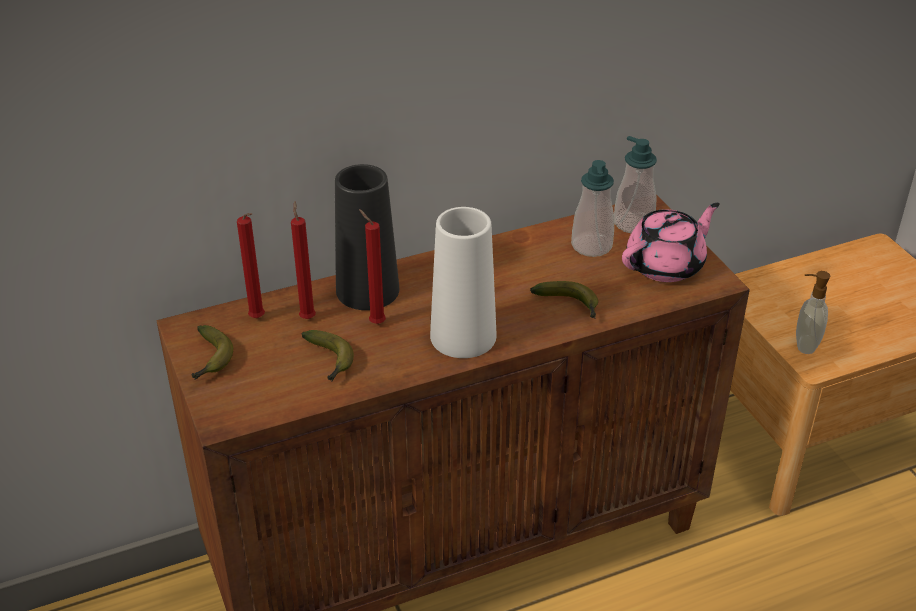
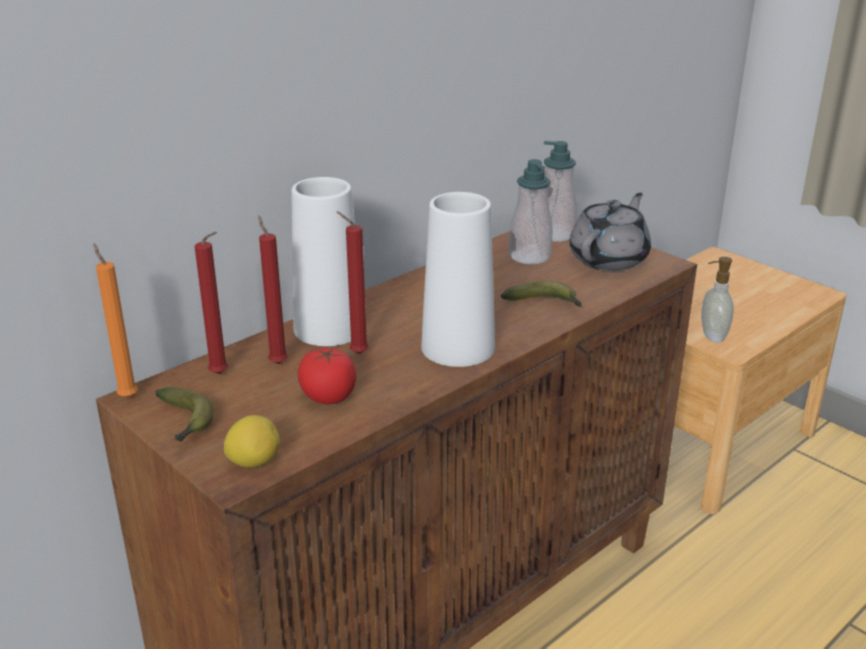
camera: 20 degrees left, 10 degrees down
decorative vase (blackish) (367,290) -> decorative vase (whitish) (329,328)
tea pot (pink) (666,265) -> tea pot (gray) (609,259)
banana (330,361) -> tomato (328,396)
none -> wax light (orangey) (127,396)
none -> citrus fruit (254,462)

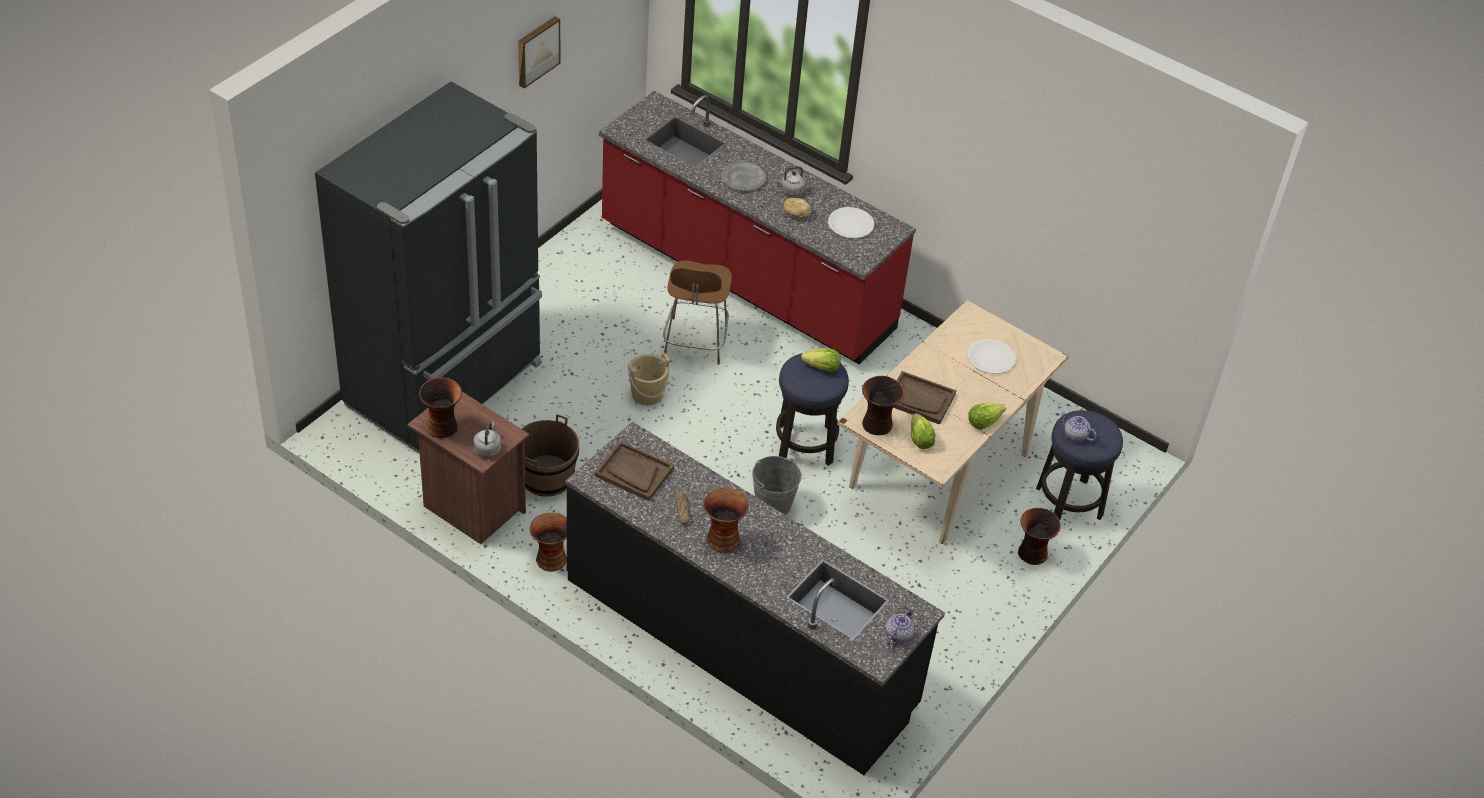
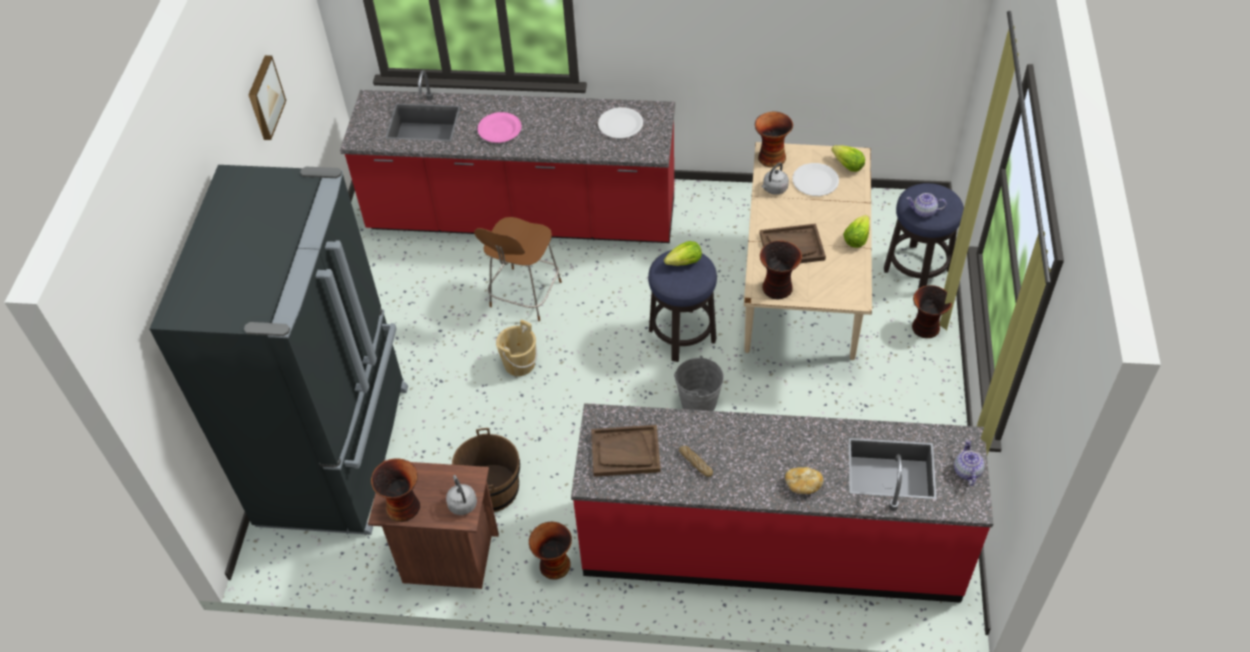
camera: 25 degrees left, 5 degrees up
flat dish (gray) (743,179) -> flat dish (pink) (500,130)
tea kettle (gray) (790,191) -> tea kettle (gray) (774,189), shifted
bread (796,213) -> bread (802,485), shifted
upright chair (brown-coloured) (695,343) -> upright chair (brown-coloured) (524,296), 45 degrees clockwise
lettuce head (919,440) -> lettuce head (847,166), shifted
counter (blackish) (740,643) -> counter (red-coloured) (771,544)
decorative vase (722,539) -> decorative vase (770,157), shifted

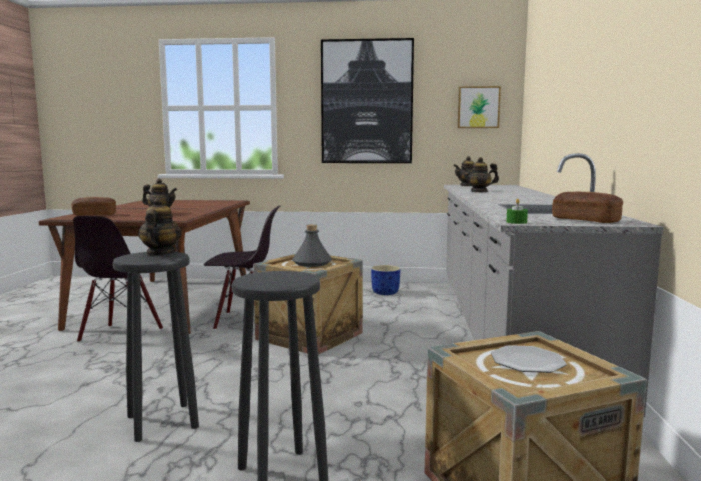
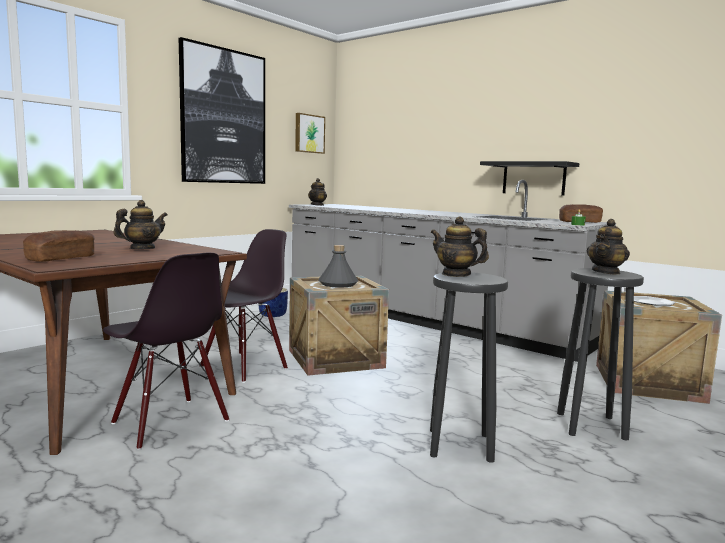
camera: 55 degrees left, 0 degrees up
tea pot (479,191) -> tea pot (606,272), shifted
none -> wall shelf (blackish) (533,178)

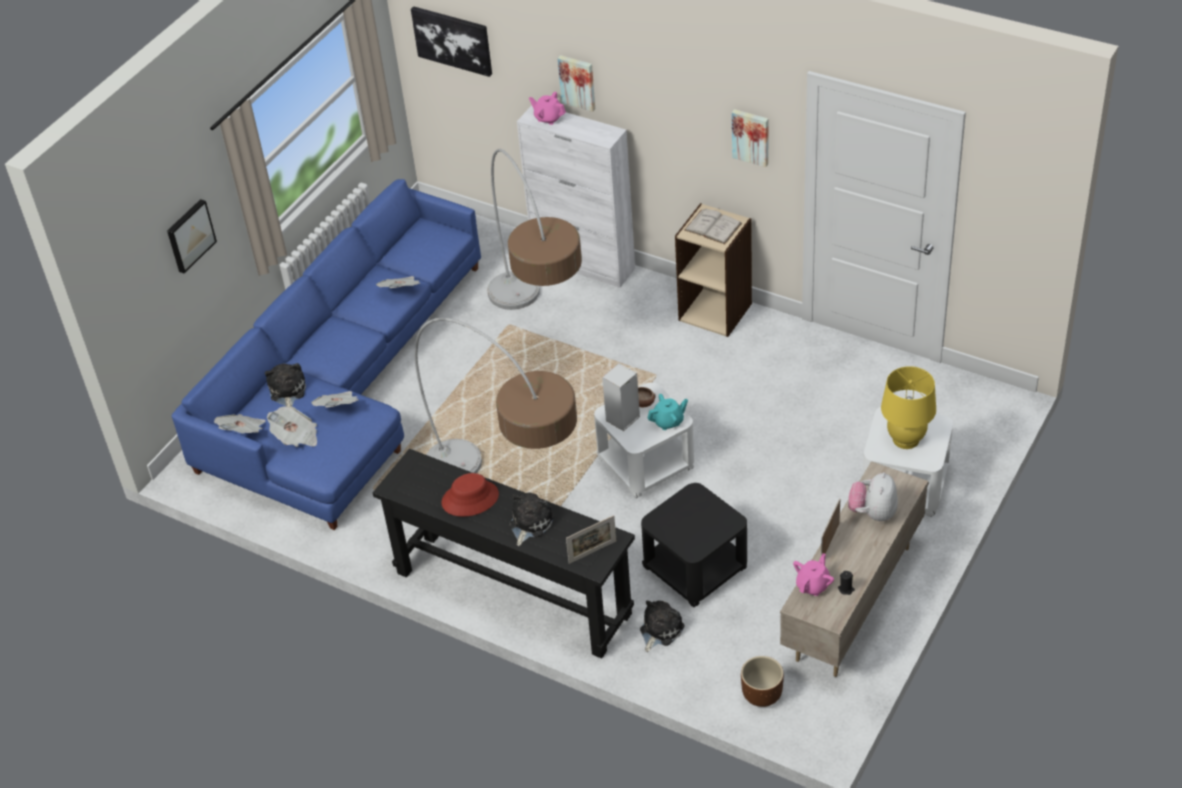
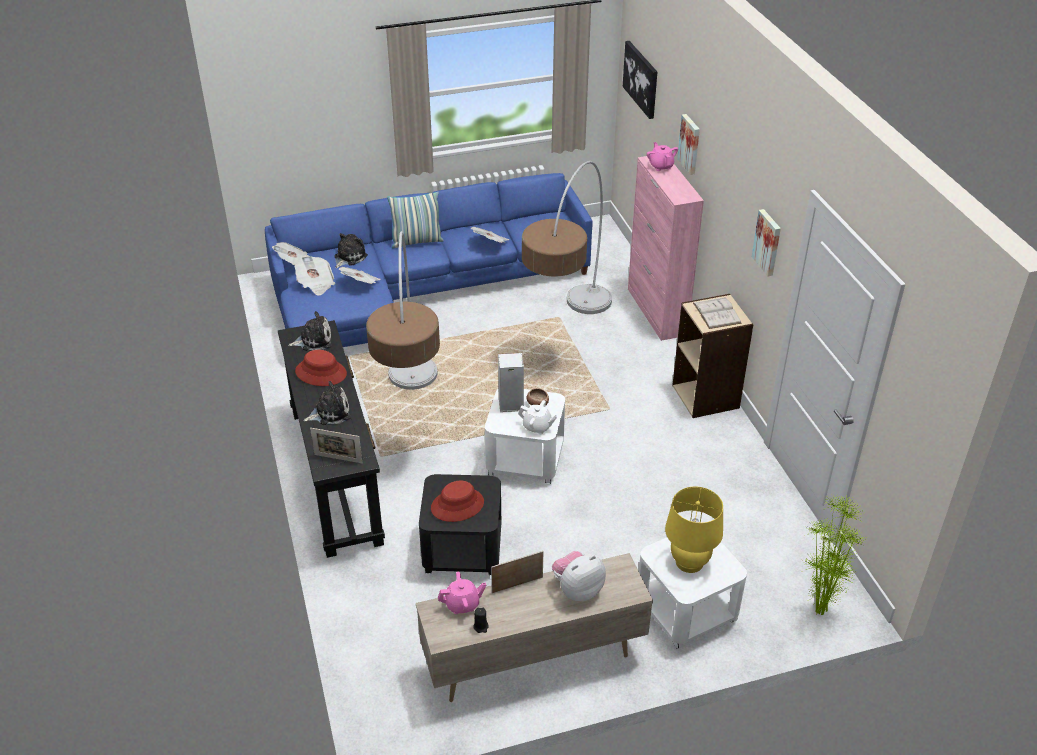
camera: 40 degrees right, 5 degrees down
storage cabinet (whitish) (584,264) -> storage cabinet (pink) (657,312)
wall art (189,235) -> none
tea pot (blue-green) (668,421) -> tea pot (whitish) (537,427)
cuddly toy (659,630) -> cuddly toy (314,340), shifted
planter (brown-coloured) (761,695) -> none
none -> cushion (416,241)
none -> hat (red-coloured) (457,505)
none -> plant in a pot (817,611)

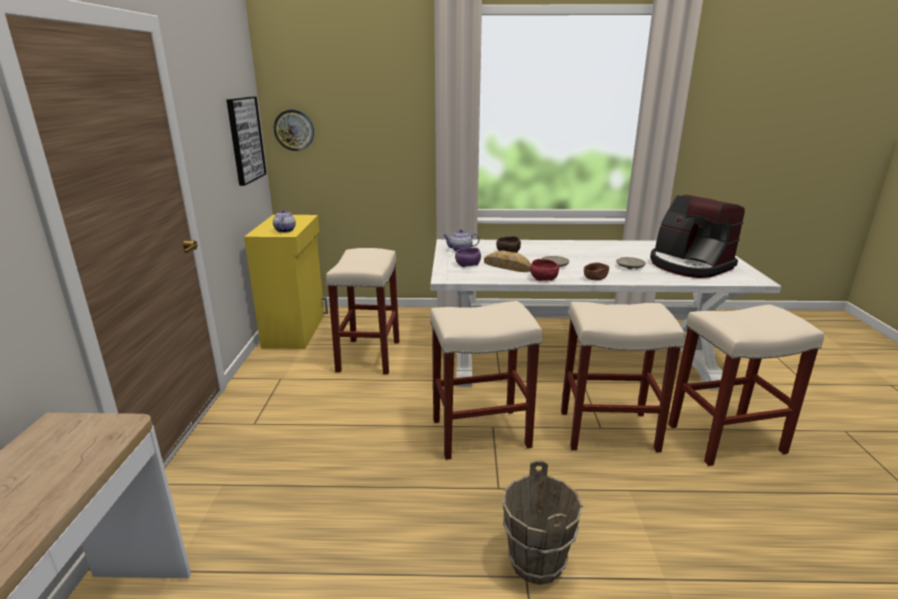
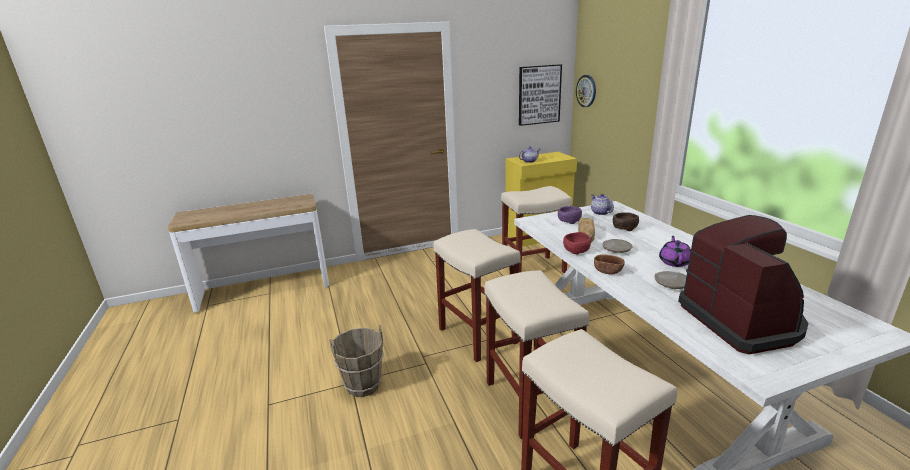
camera: 70 degrees right, 0 degrees up
coffee maker (689,265) -> coffee maker (741,320), 135 degrees clockwise
none -> tea pot (purple-coloured) (674,262)

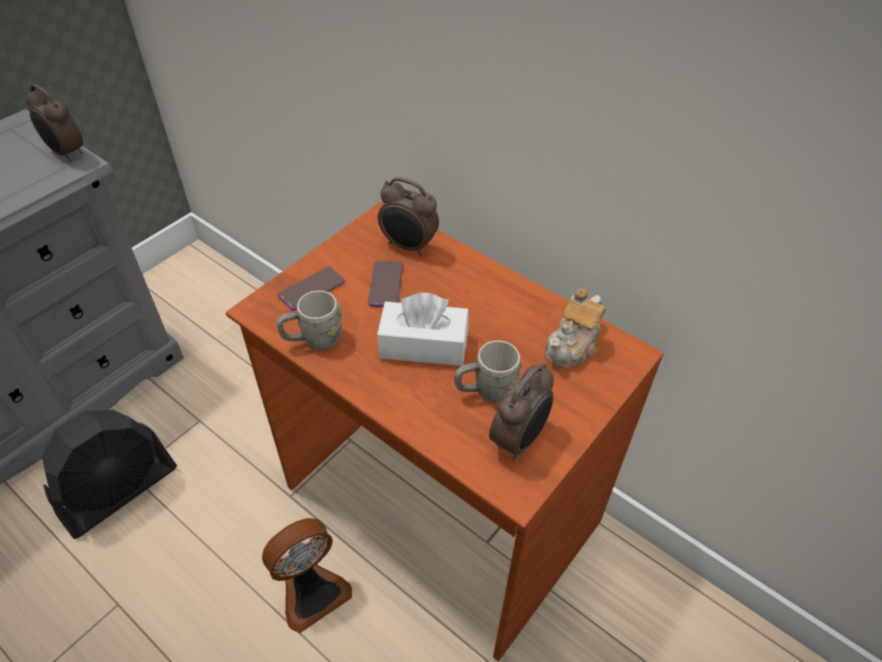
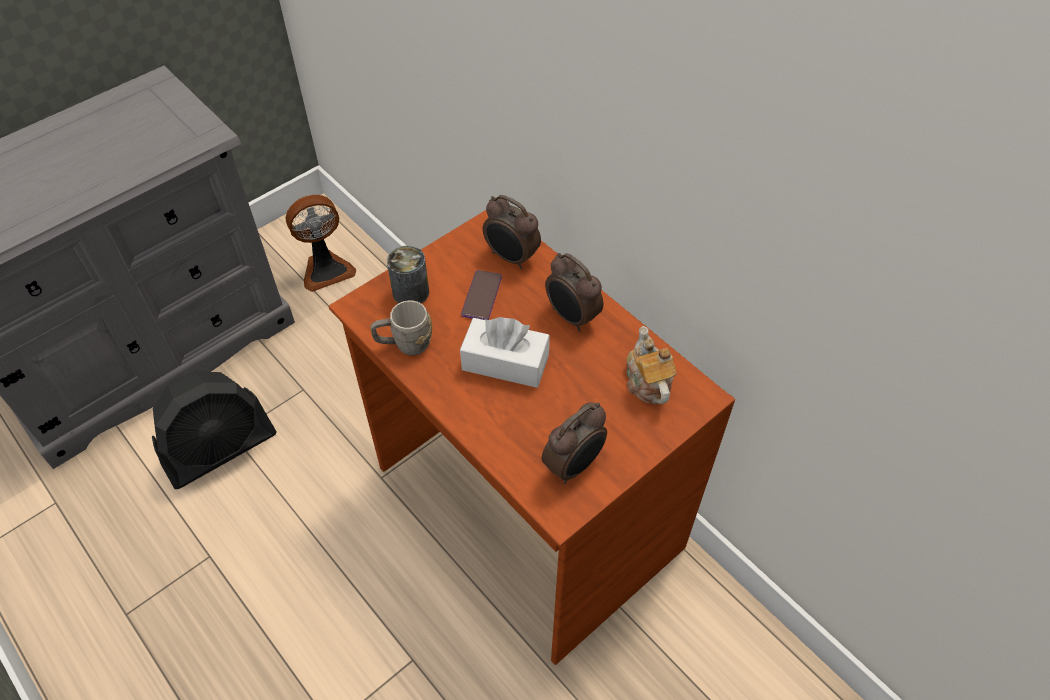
camera: 10 degrees right, 5 degrees up
table clock (66,153) -> table clock (571,317), shifted
telephone (311,289) -> metal can (411,292)
tea pot (573,346) -> tea pot (647,382), 120 degrees clockwise
tea mug (gray) (486,391) -> none
fan (311,591) -> fan (326,269), shifted

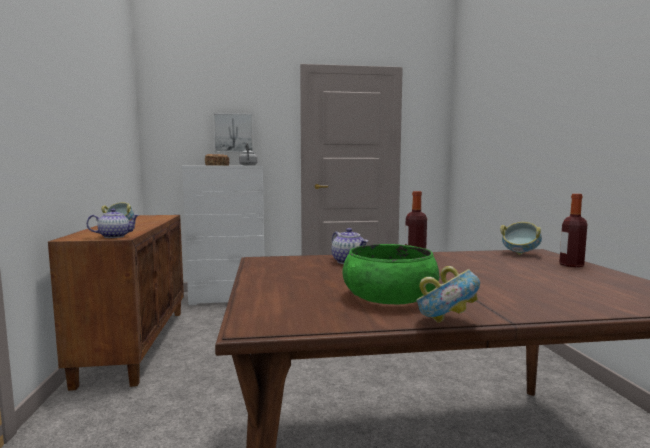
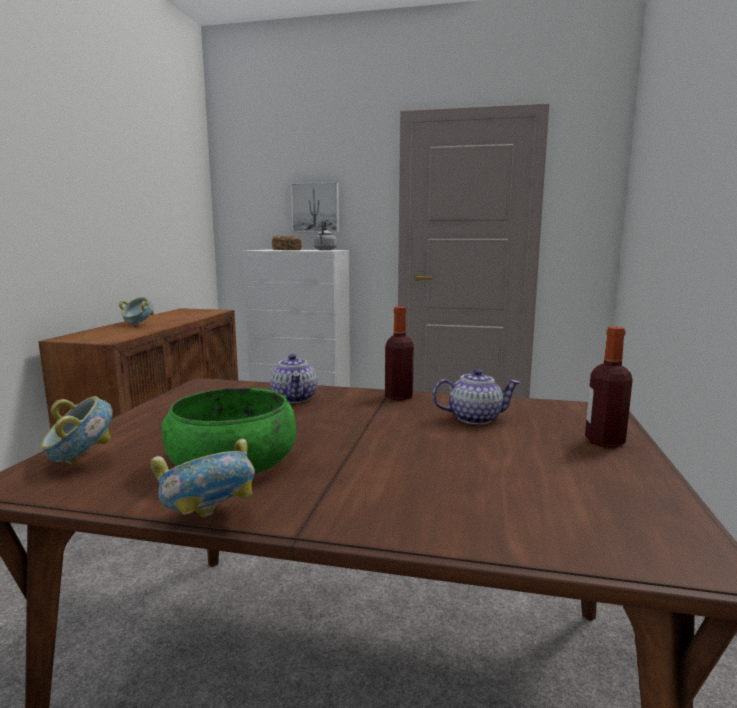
camera: 20 degrees right, 5 degrees up
tea pot (115,236) -> tea pot (475,418), shifted
deep dish (520,254) -> deep dish (81,461), shifted

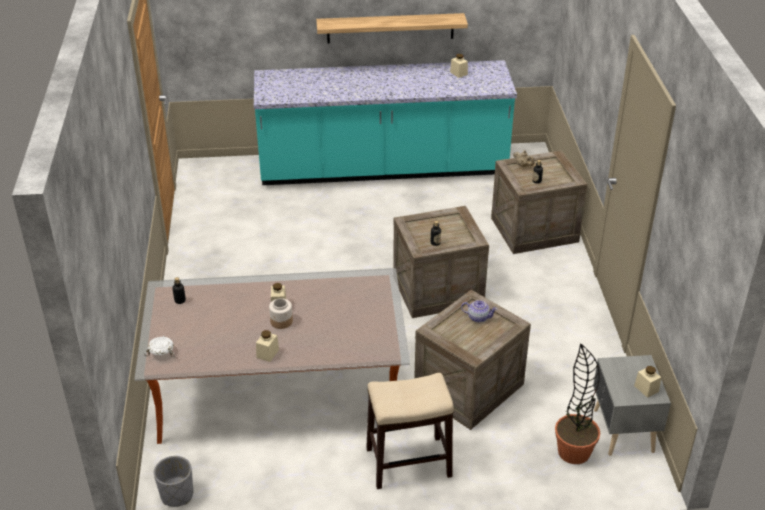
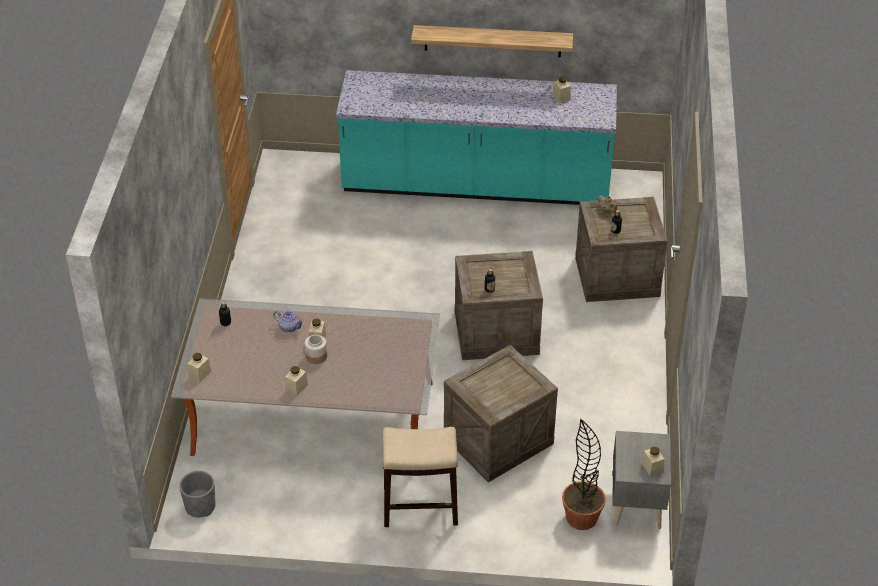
camera: 10 degrees right, 5 degrees up
tea pot (478,317) -> tea pot (289,327), shifted
deep dish (whitish) (162,353) -> jar (sand-coloured) (199,374)

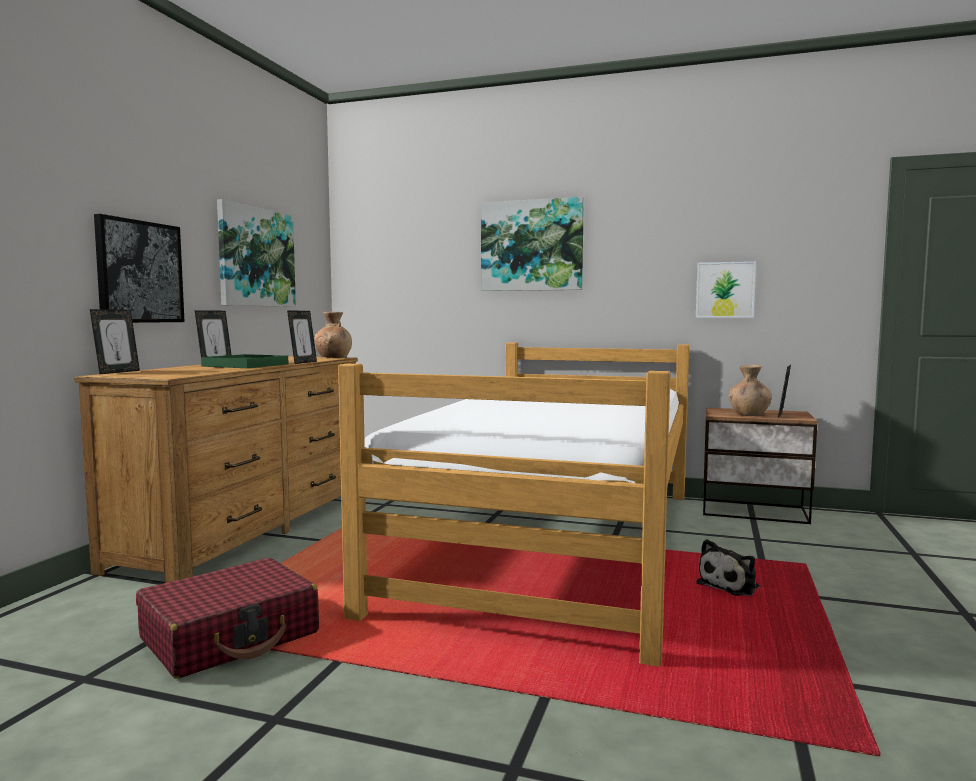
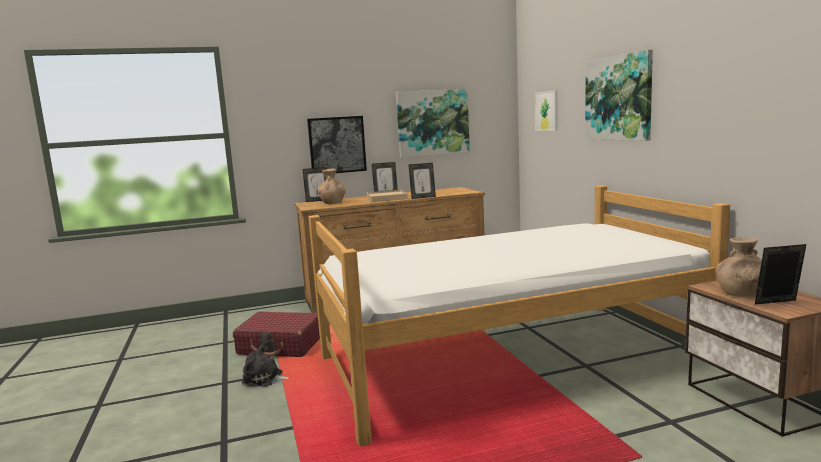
camera: 55 degrees right, 5 degrees up
wall art (725,290) -> wall art (546,111), shifted
decorative vase (brown-coloured) (334,357) -> decorative vase (brown-coloured) (332,203), shifted
carrying tray (green-coloured) (246,365) -> carrying tray (sand-coloured) (387,198)
cuddly toy (731,585) -> cuddly toy (265,379), shifted

